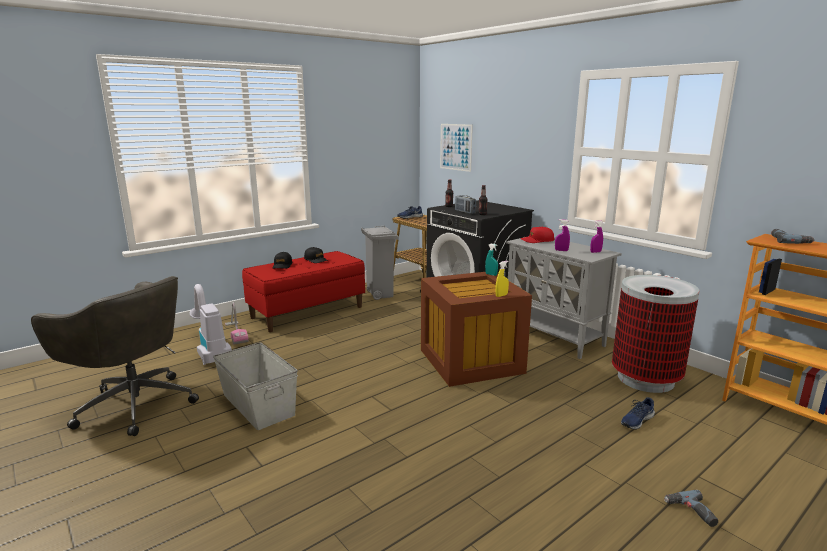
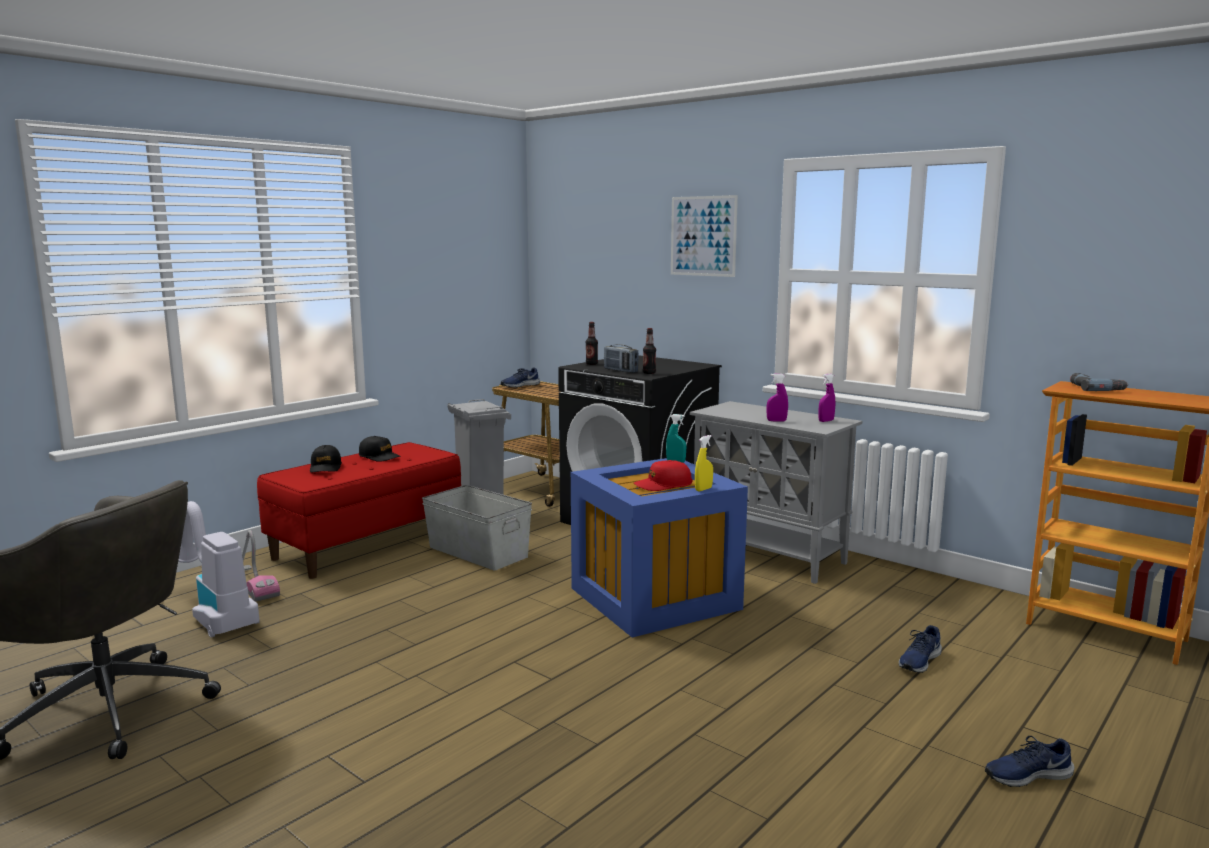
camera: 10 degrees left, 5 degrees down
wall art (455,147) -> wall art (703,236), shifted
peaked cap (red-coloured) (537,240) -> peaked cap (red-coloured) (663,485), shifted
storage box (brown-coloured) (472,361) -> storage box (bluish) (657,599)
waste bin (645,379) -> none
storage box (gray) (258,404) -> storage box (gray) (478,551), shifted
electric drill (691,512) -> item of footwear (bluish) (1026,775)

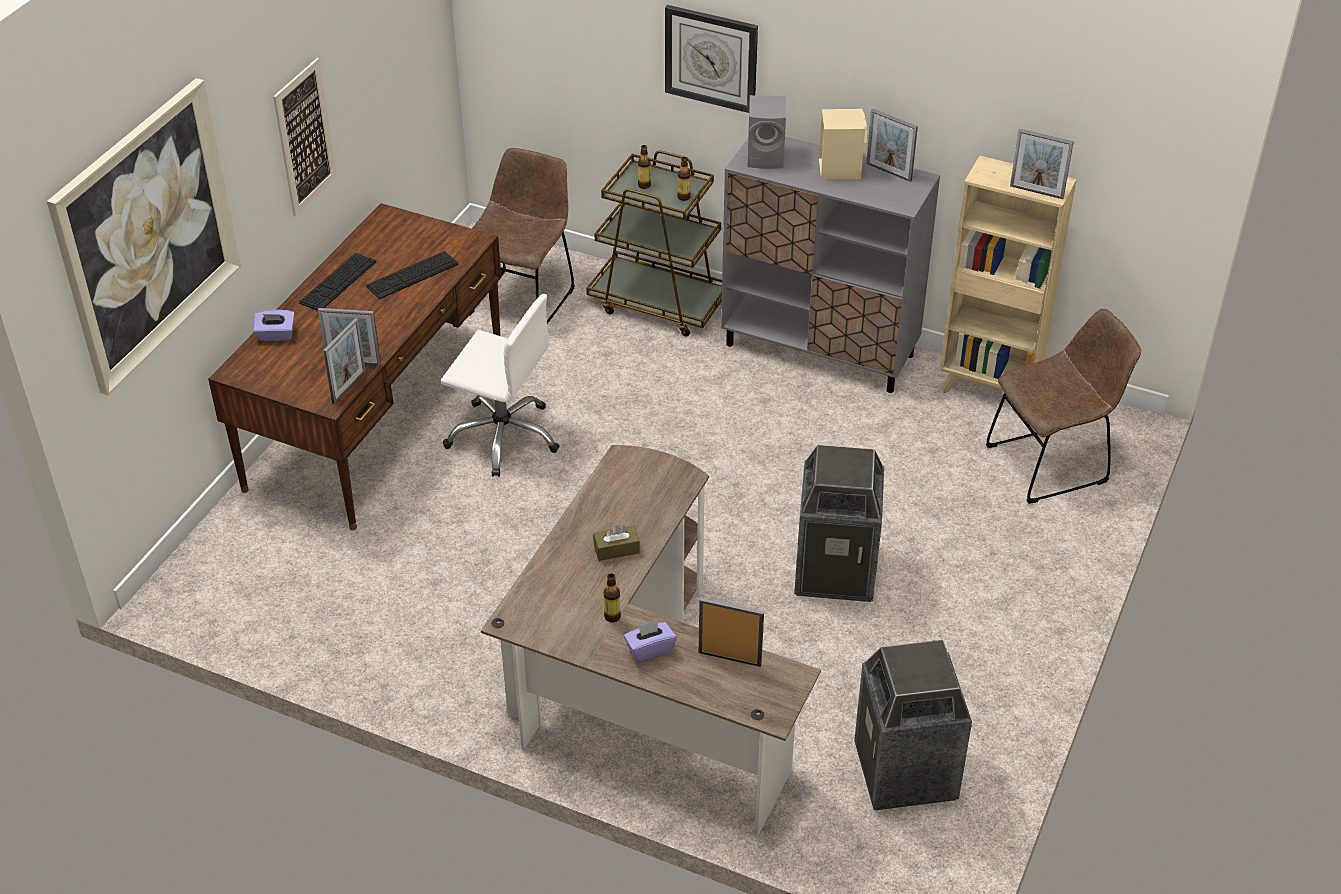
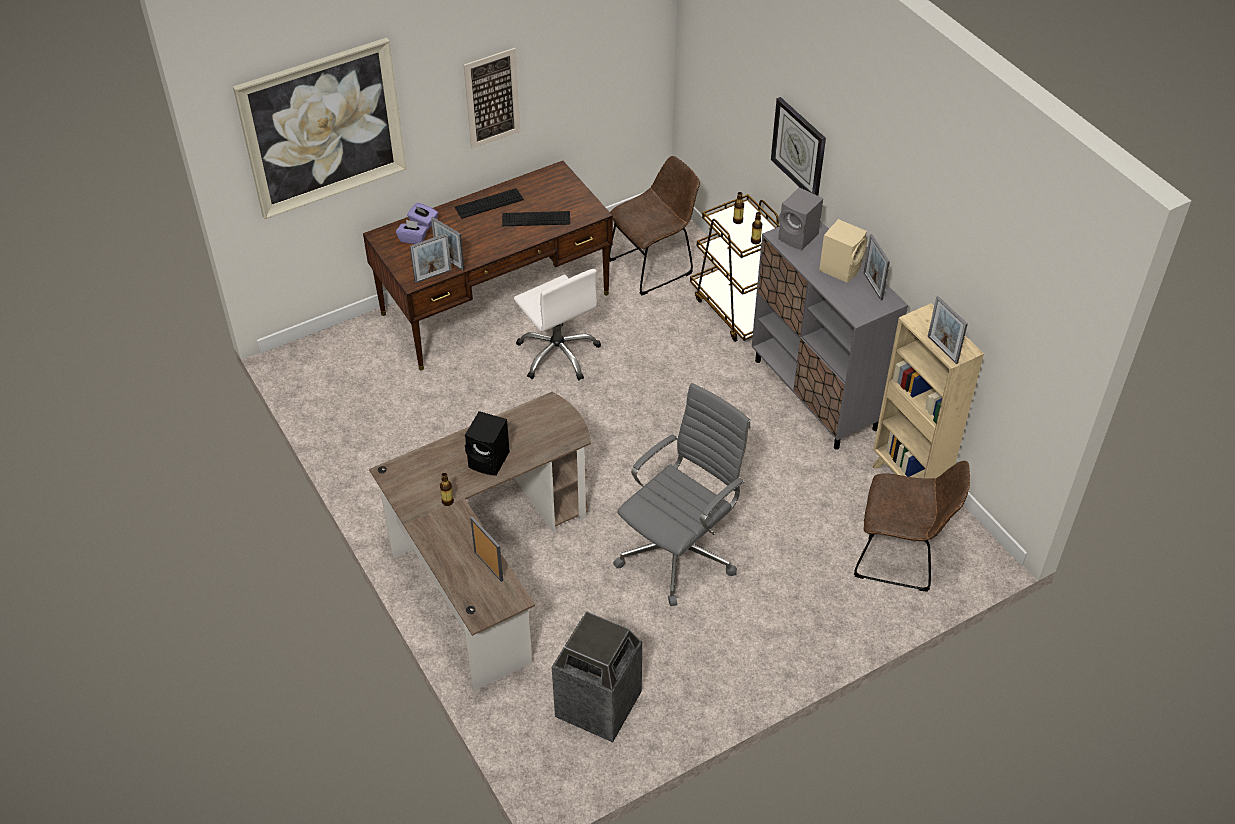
camera: 35 degrees right, 5 degrees up
waste bin (835,571) -> office chair (gray) (680,552)
tissue holder (brown-coloured) (616,549) -> speaker (blackish) (490,460)
tissue holder (purple-coloured) (649,650) -> tissue holder (purple-coloured) (413,239), shifted

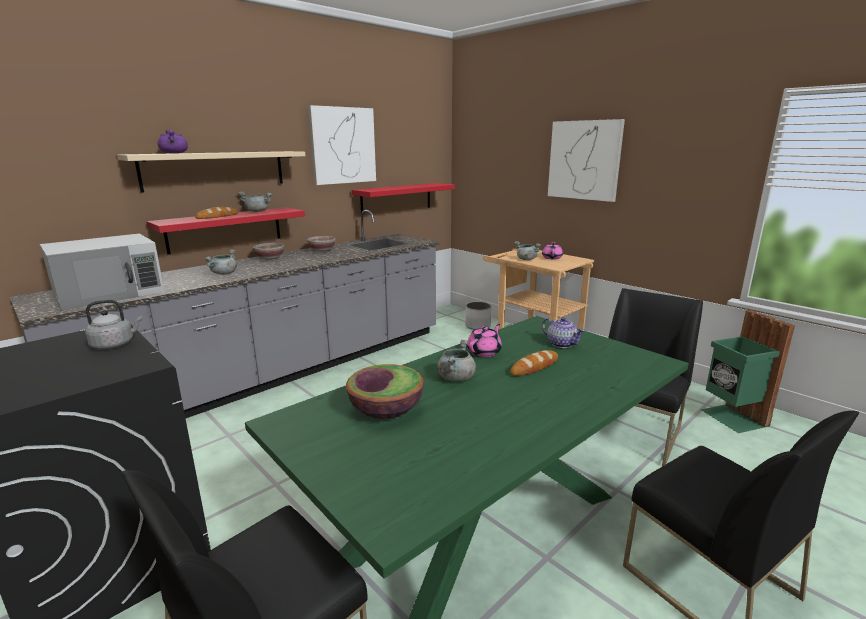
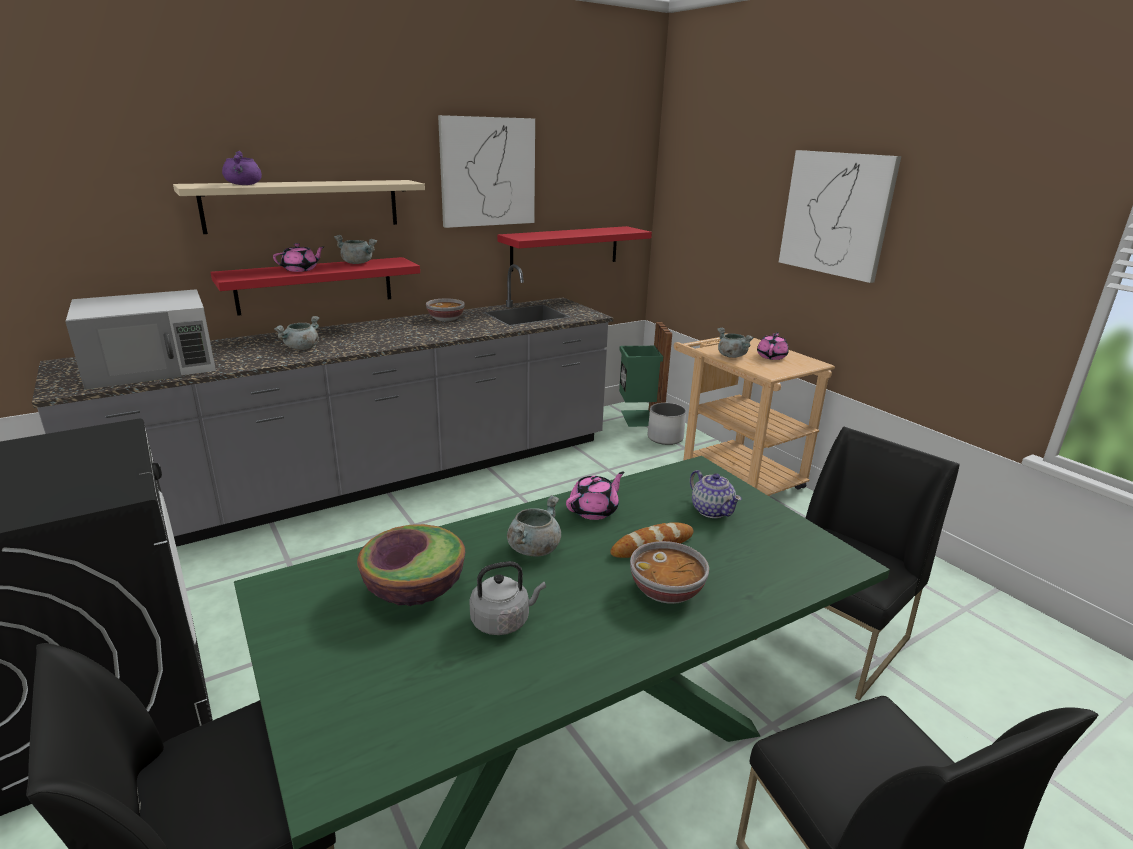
camera: 10 degrees right, 5 degrees up
bread (217,216) -> tea pot (pink) (301,269)
deep dish (270,258) -> deep dish (667,591), shifted
tea kettle (gray) (115,344) -> tea kettle (gray) (503,621), shifted
waste bin (green-coloured) (732,418) -> waste bin (green-coloured) (639,418), shifted

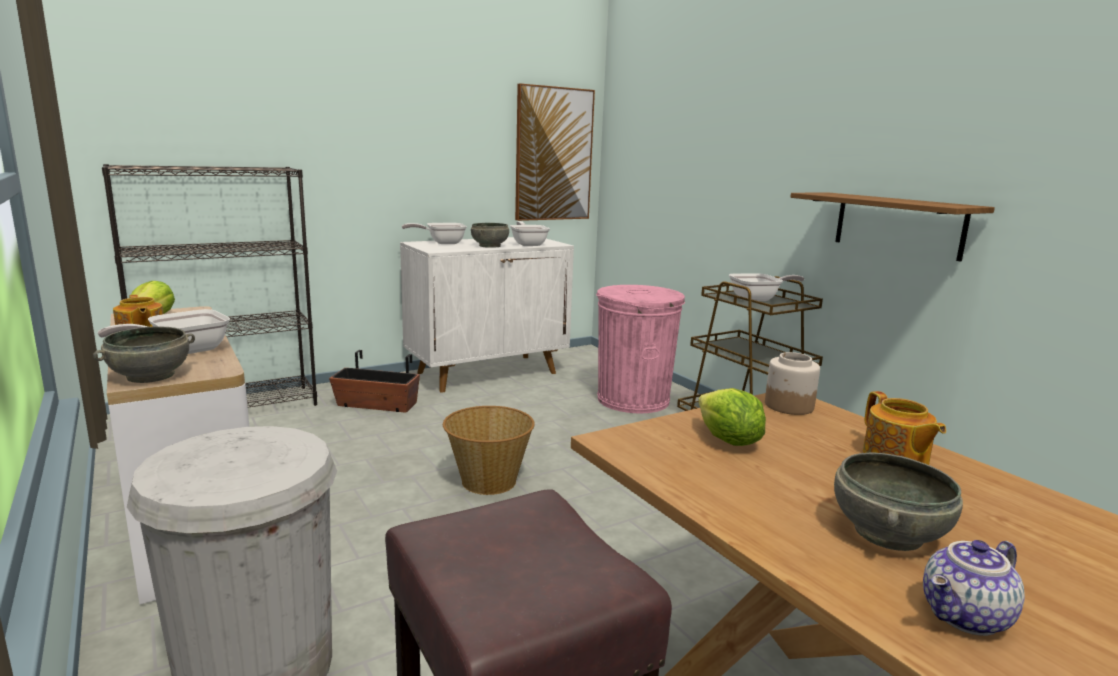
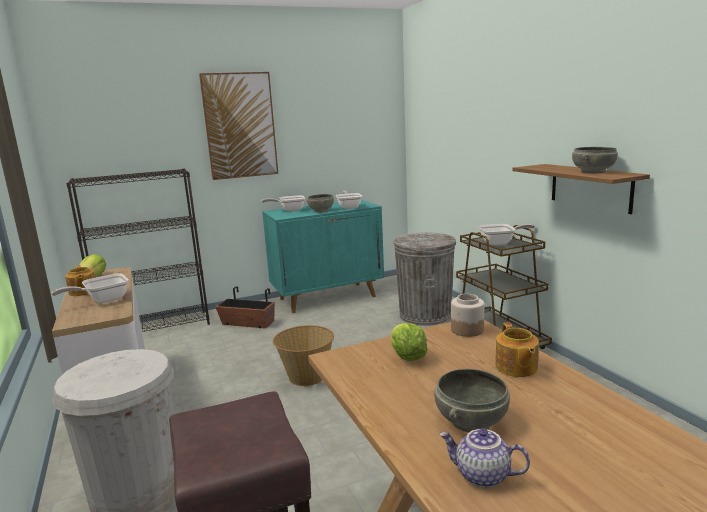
camera: 10 degrees right, 0 degrees up
wall art (553,154) -> wall art (240,126), shifted
storage cabinet (whitish) (488,373) -> storage cabinet (blue-green) (328,297)
waste bin (pink) (633,399) -> waste bin (gray) (425,315)
deep dish (gray) (150,376) -> deep dish (gray) (592,172), shifted
tea pot (967,618) -> tea pot (482,476), 45 degrees clockwise

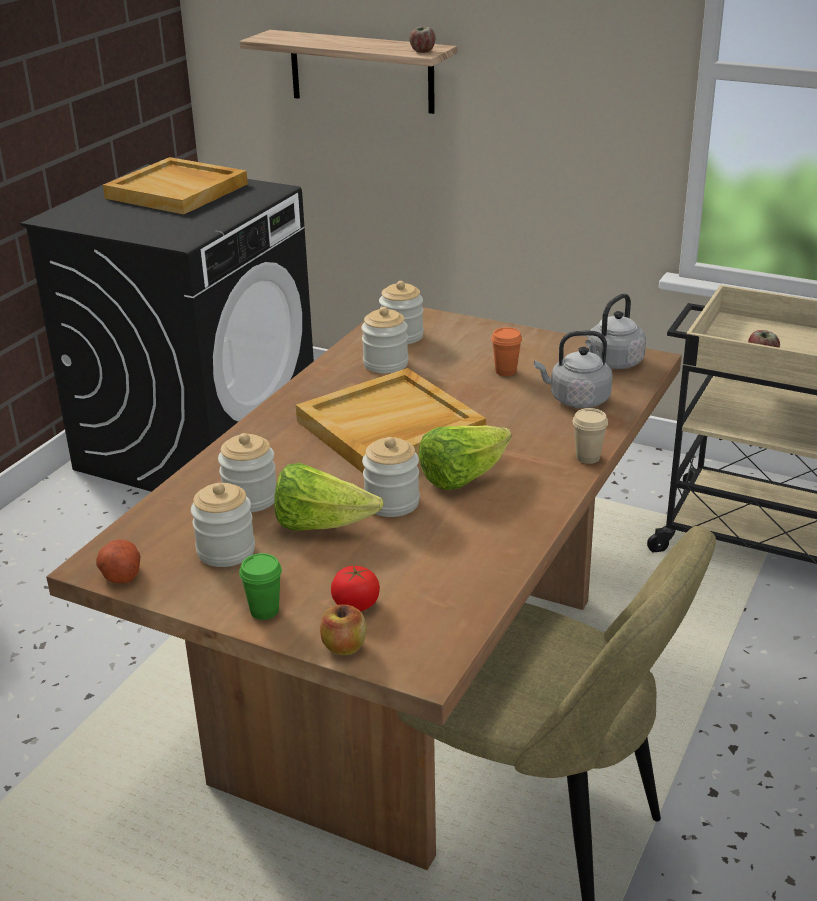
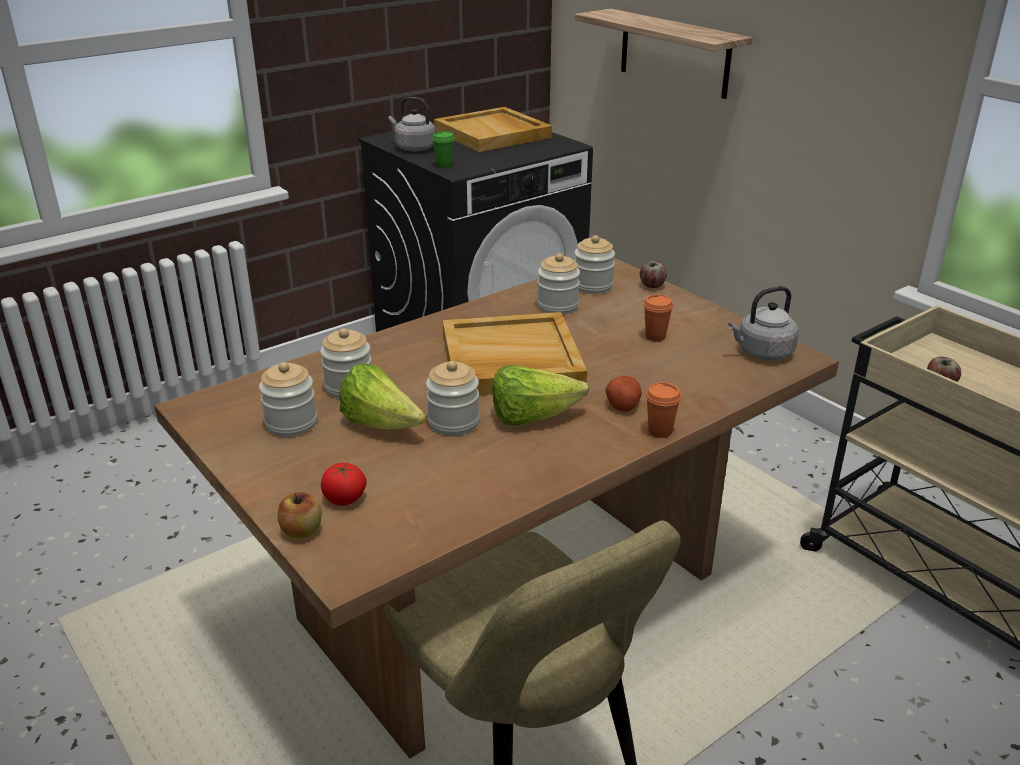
camera: 25 degrees right, 0 degrees up
apple fruit (422,51) -> apple fruit (652,285), shifted
tea kettle (gray) (576,400) -> tea kettle (gray) (413,148), shifted
cup (sand-coloured) (588,457) -> cup (orangey) (660,431)
potato (120,573) -> potato (622,403), shifted
cup (green-coloured) (264,611) -> cup (green-coloured) (444,165), shifted

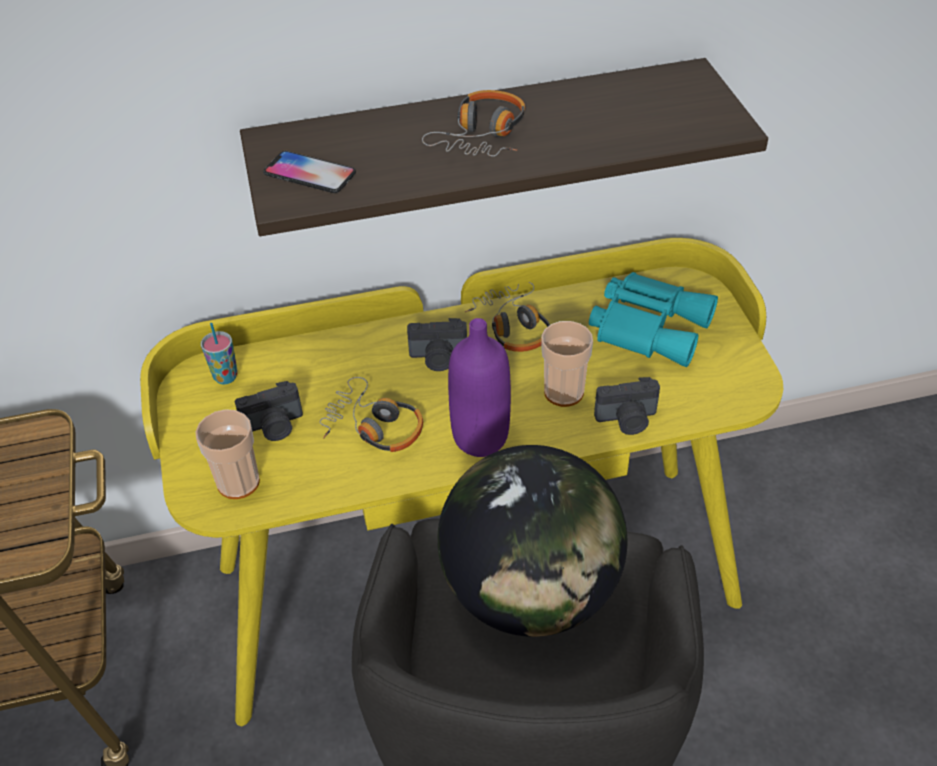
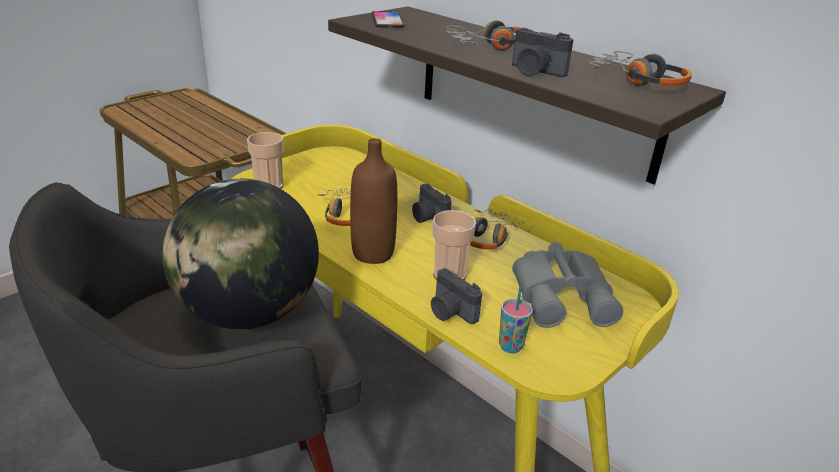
camera: 55 degrees right, 15 degrees down
binoculars (blue-green) (649,325) -> binoculars (gray) (563,295)
drink bottle (purple-coloured) (480,438) -> drink bottle (brown-coloured) (373,253)
cup (225,377) -> cup (510,346), shifted
photo camera (274,427) -> photo camera (535,72), shifted
none -> headset (637,80)

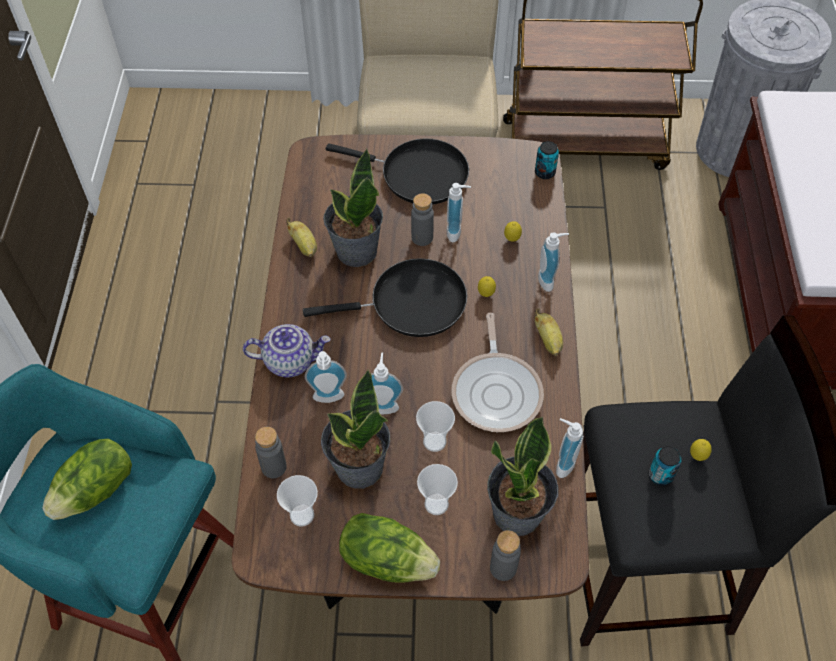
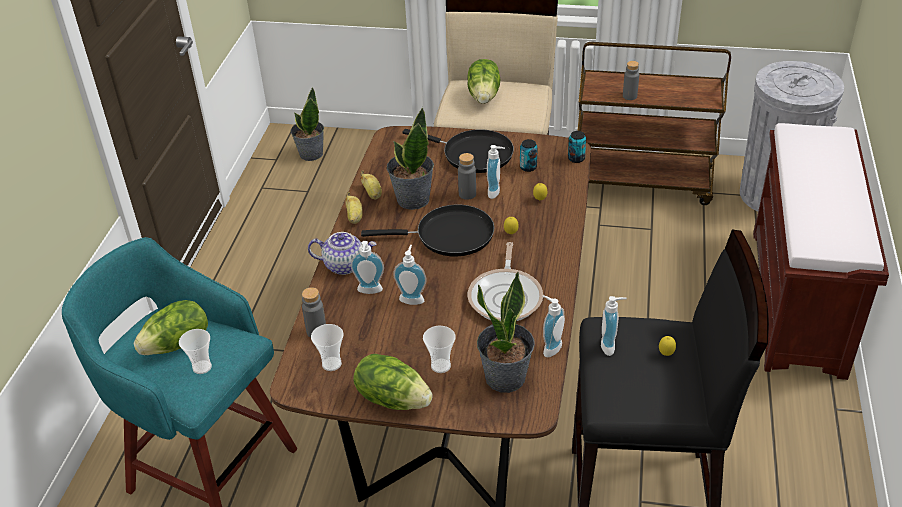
camera: 10 degrees right, 15 degrees down
soap dispenser (549,280) -> soap dispenser (611,346), shifted
banana (548,341) -> banana (354,217), shifted
plant in a pot (358,467) -> plant in a pot (310,154), shifted
cup (434,441) -> cup (202,367), shifted
metal can (660,475) -> metal can (528,167), shifted
drink bottle (gray) (503,568) -> drink bottle (gray) (629,96), shifted
none -> lettuce head (484,96)

